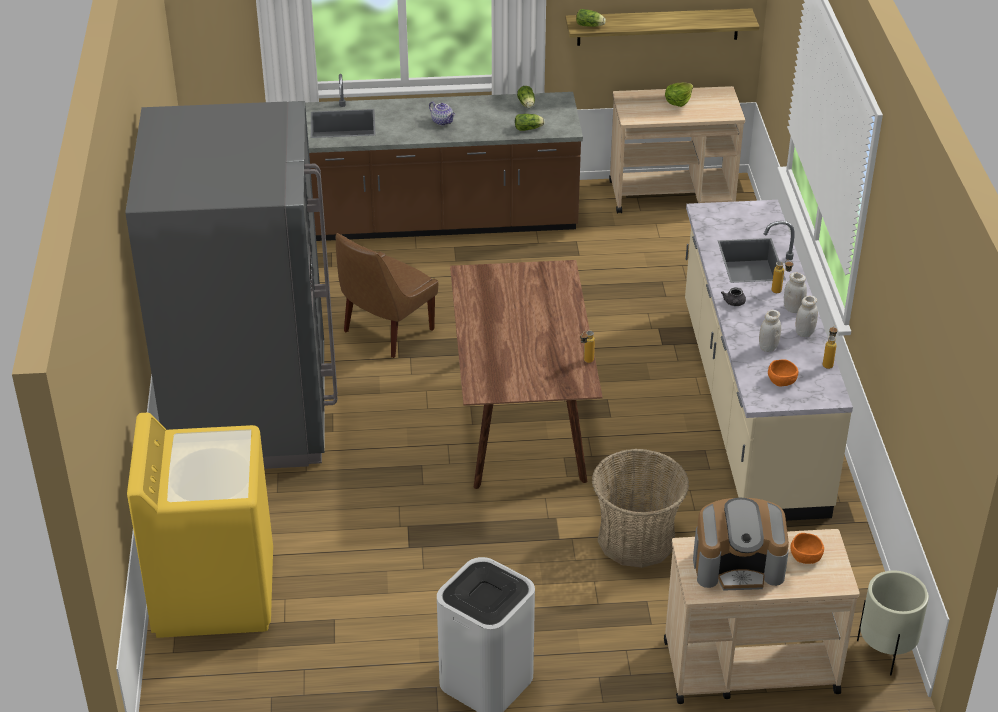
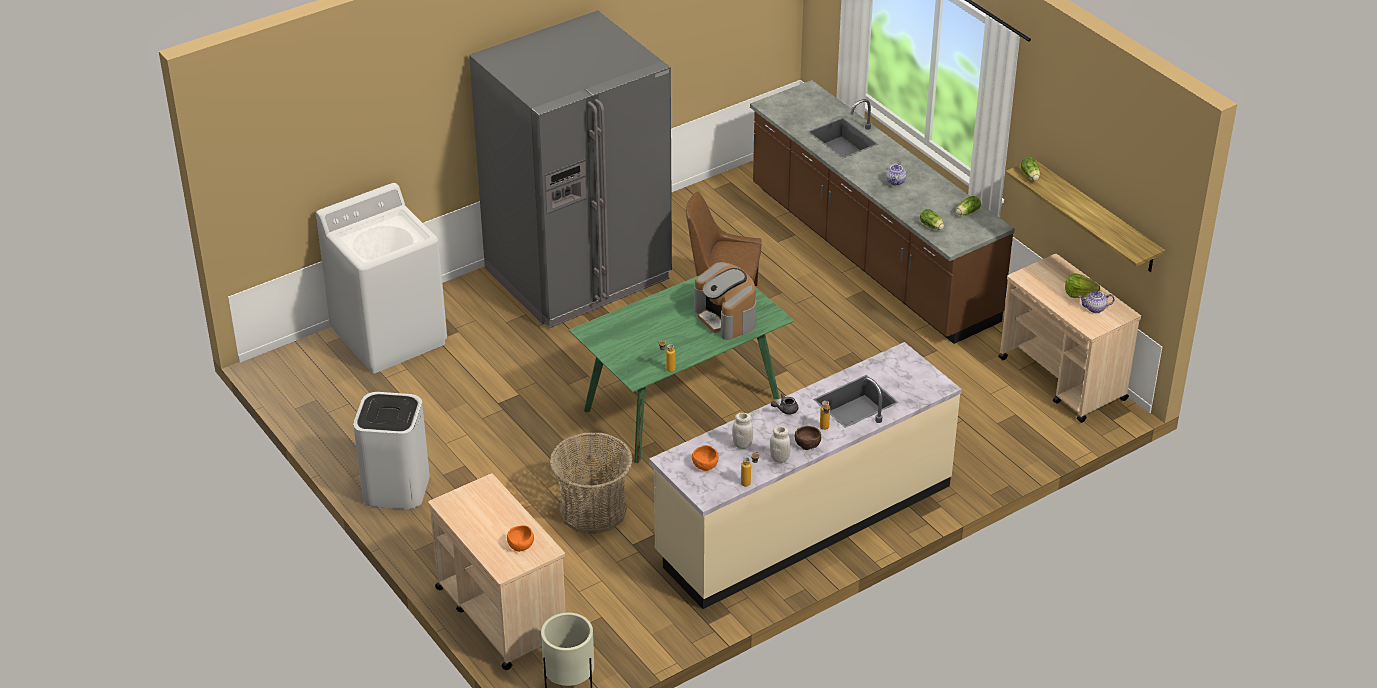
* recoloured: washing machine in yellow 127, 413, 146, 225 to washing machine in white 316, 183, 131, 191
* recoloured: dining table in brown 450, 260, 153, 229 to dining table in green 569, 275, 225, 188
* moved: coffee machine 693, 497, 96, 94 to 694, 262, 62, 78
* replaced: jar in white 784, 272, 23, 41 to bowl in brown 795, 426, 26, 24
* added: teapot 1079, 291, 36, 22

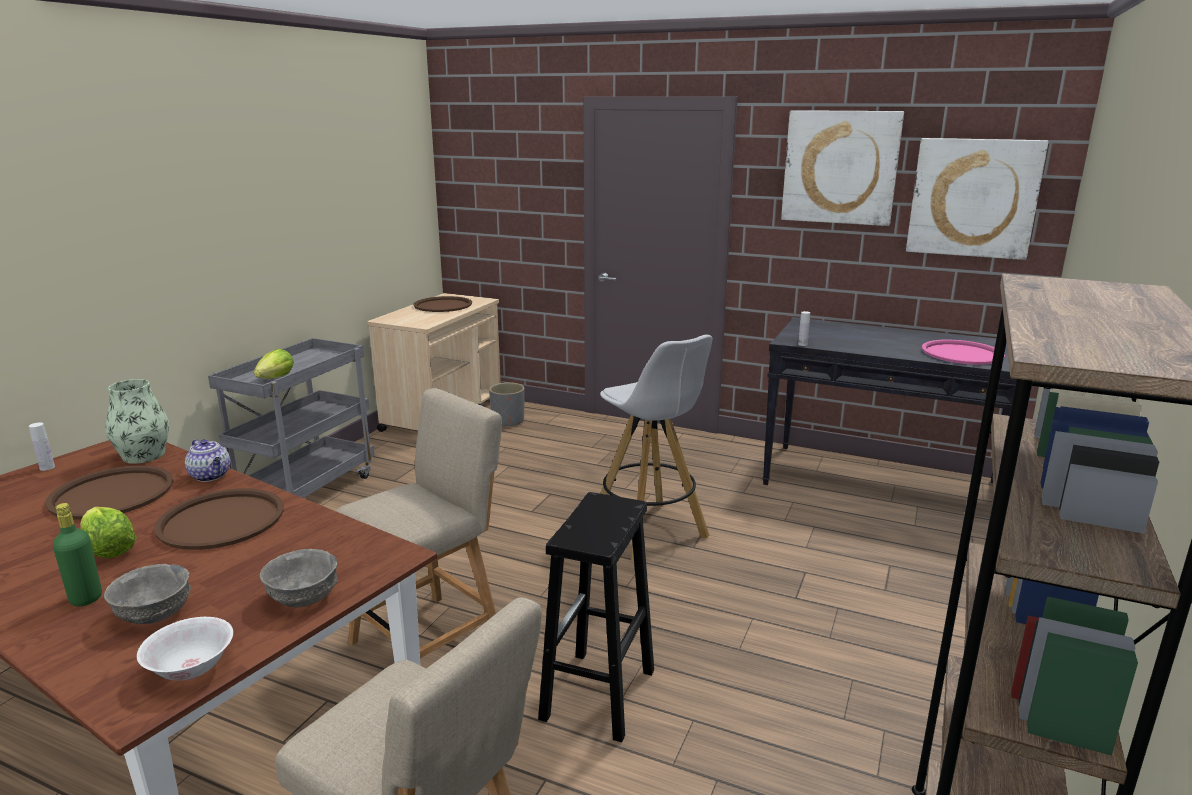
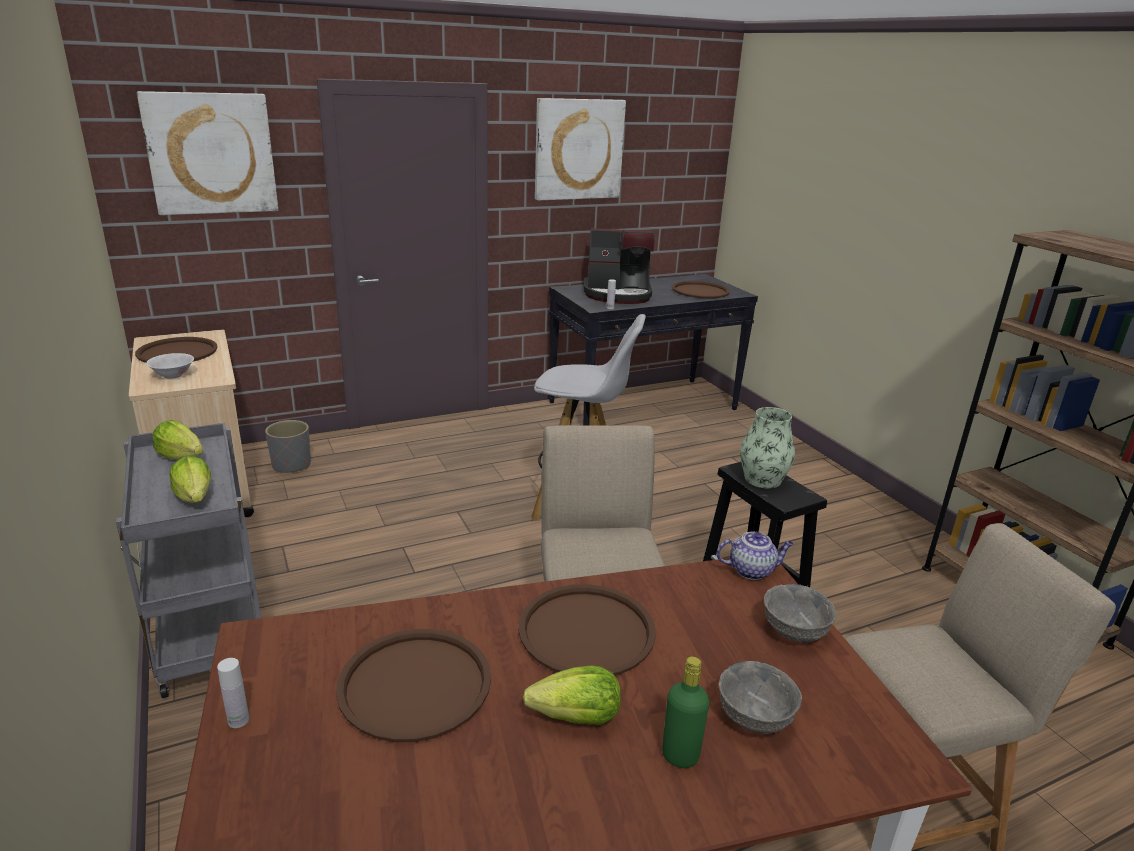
* moved: vase 106, 379, 63, 85 to 740, 407, 55, 81
* moved: bowl in white 137, 617, 96, 63 to 146, 353, 48, 26
* moved: teapot 185, 439, 45, 43 to 717, 531, 77, 49
* moved: picture 906, 138, 143, 122 to 137, 91, 141, 124
* recoloured: tray in pink 922, 340, 83, 25 to tray in brown 672, 281, 58, 18
* added: lettuce 152, 420, 51, 40
* added: coffee machine 583, 228, 72, 76

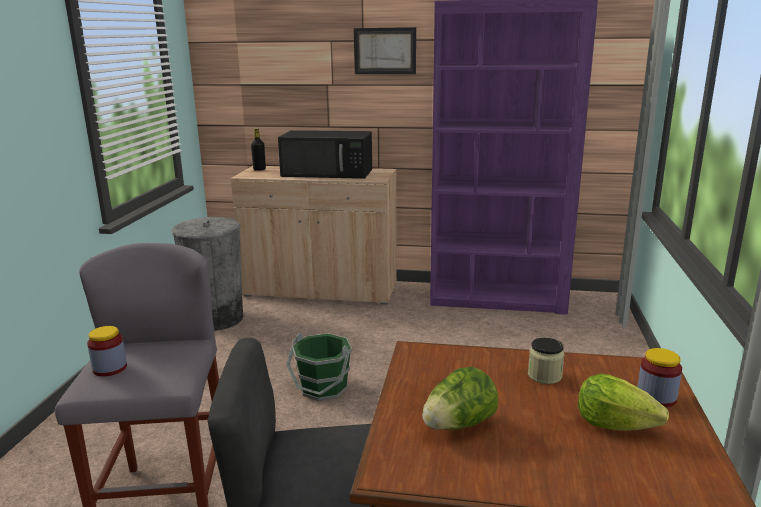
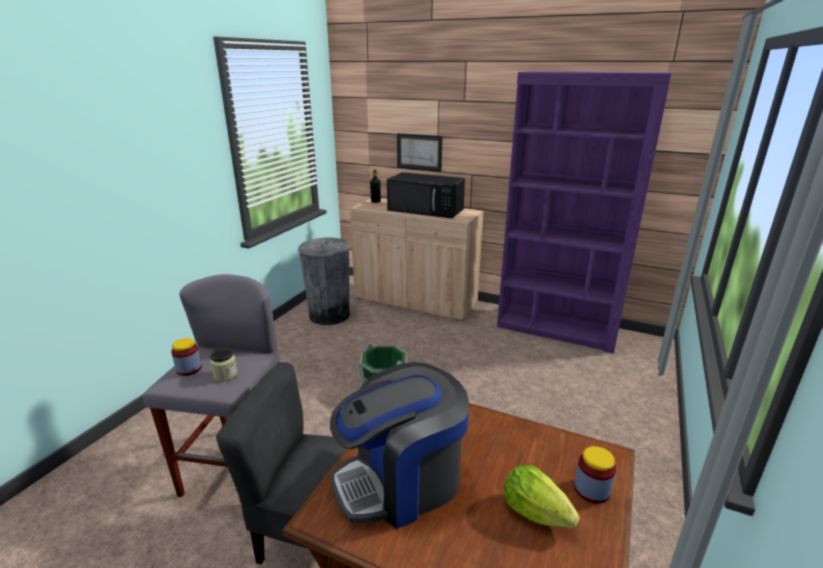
* moved: picture 354, 27, 62, 47 to 397, 133, 45, 39
* replaced: lettuce 422, 367, 76, 63 to coffee machine 330, 362, 139, 167
* moved: jar 528, 338, 36, 46 to 210, 349, 28, 32

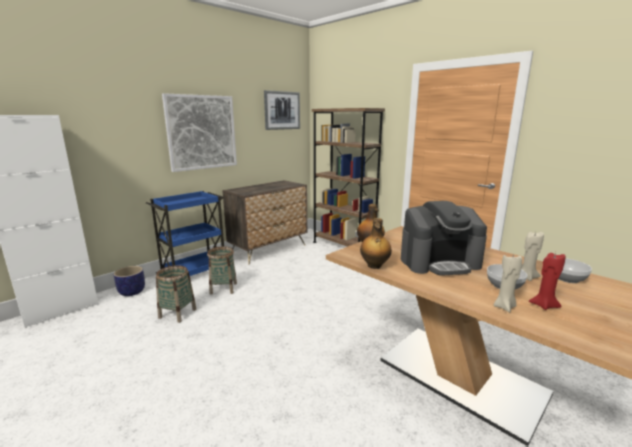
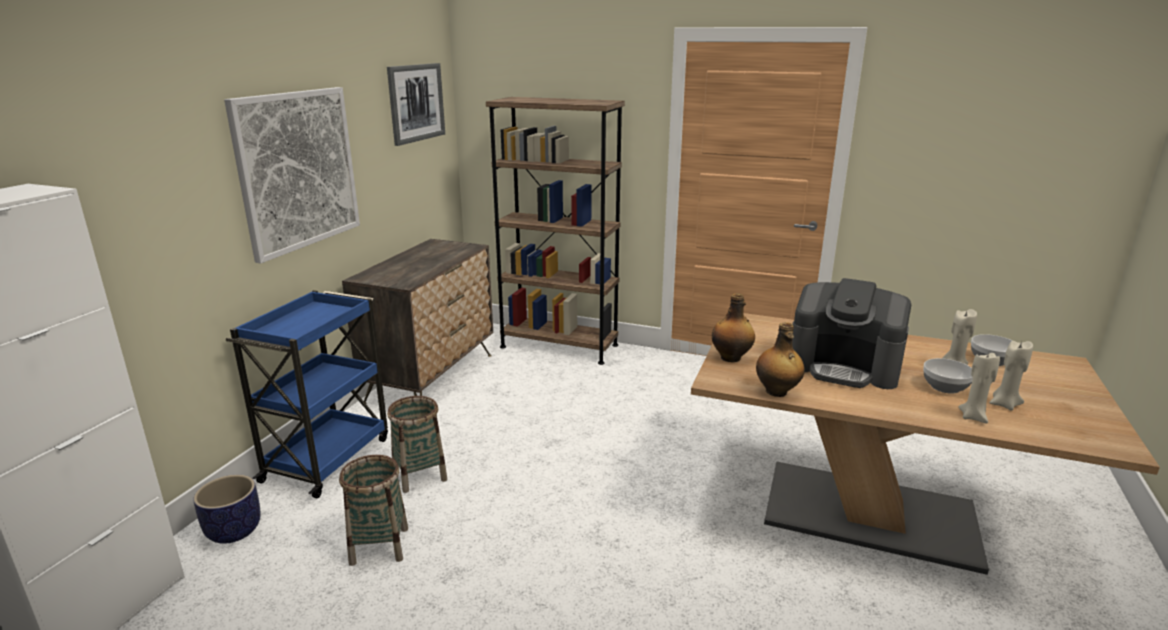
* turned: coffee machine 401, 201, 86, 75 = 792, 278, 119, 111 60 degrees clockwise
* recoloured: candle in red 529, 252, 36, 58 to candle in beige 990, 341, 43, 69

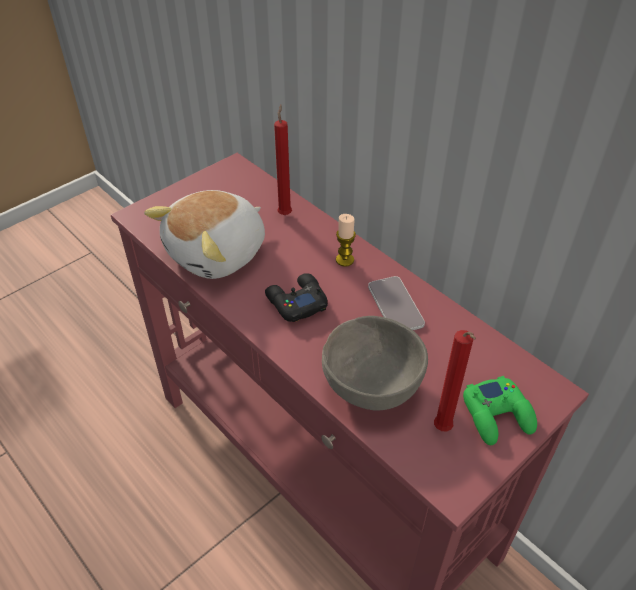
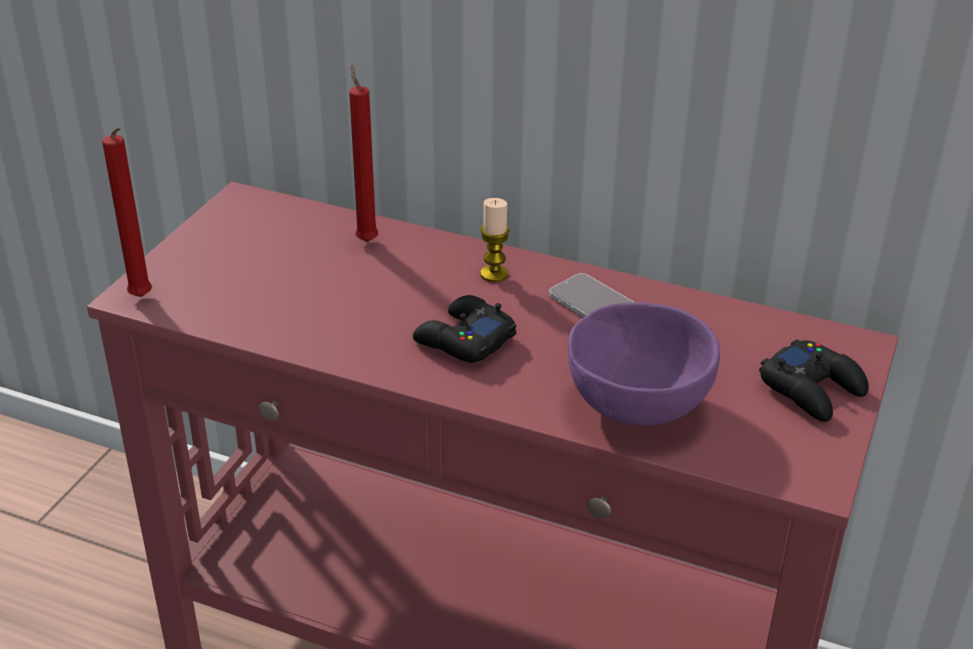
* removed: plush toy 144, 190, 121, 89
* recoloured: bowl in grey 322, 316, 106, 94 to bowl in purple 568, 302, 152, 124
* moved: candle in red 434, 330, 42, 102 to 102, 127, 50, 170
* recoloured: game controller in green 463, 376, 74, 69 to game controller in black 759, 339, 110, 83

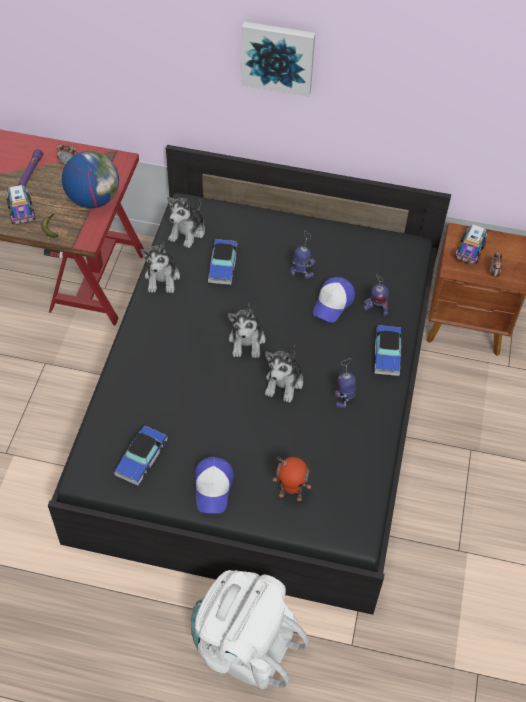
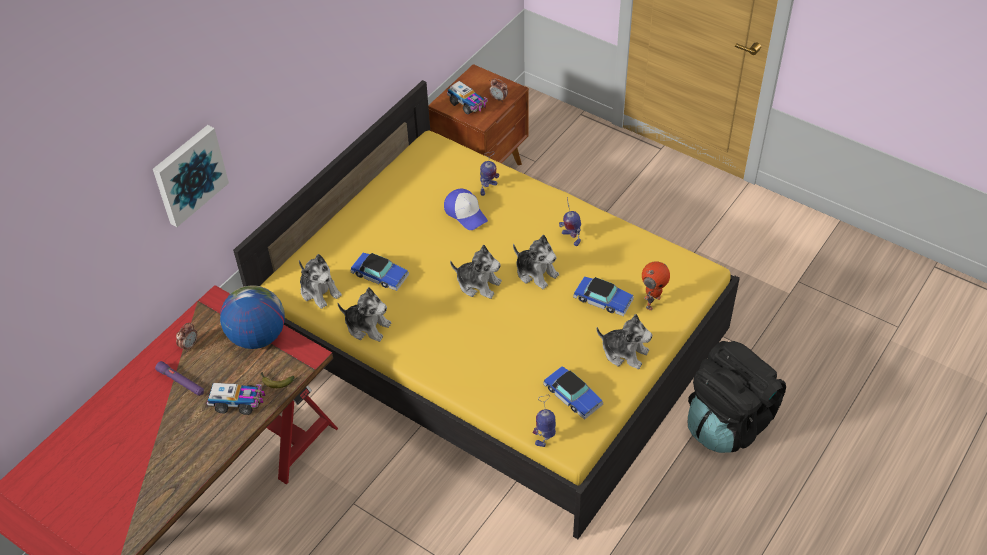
* recoloured: bed in black 48, 145, 403, 470 to bed in yellow 233, 80, 507, 459
* recoloured: backpack in white 191, 570, 118, 119 to backpack in black 688, 341, 98, 112
* replaced: cap 195, 457, 39, 56 to plush toy 596, 314, 56, 55
* moved: picture 242, 22, 73, 75 to 153, 125, 76, 102
* moved: toy robot 290, 231, 26, 47 to 533, 395, 23, 52
* moved: toy car 374, 325, 27, 51 to 573, 277, 61, 39

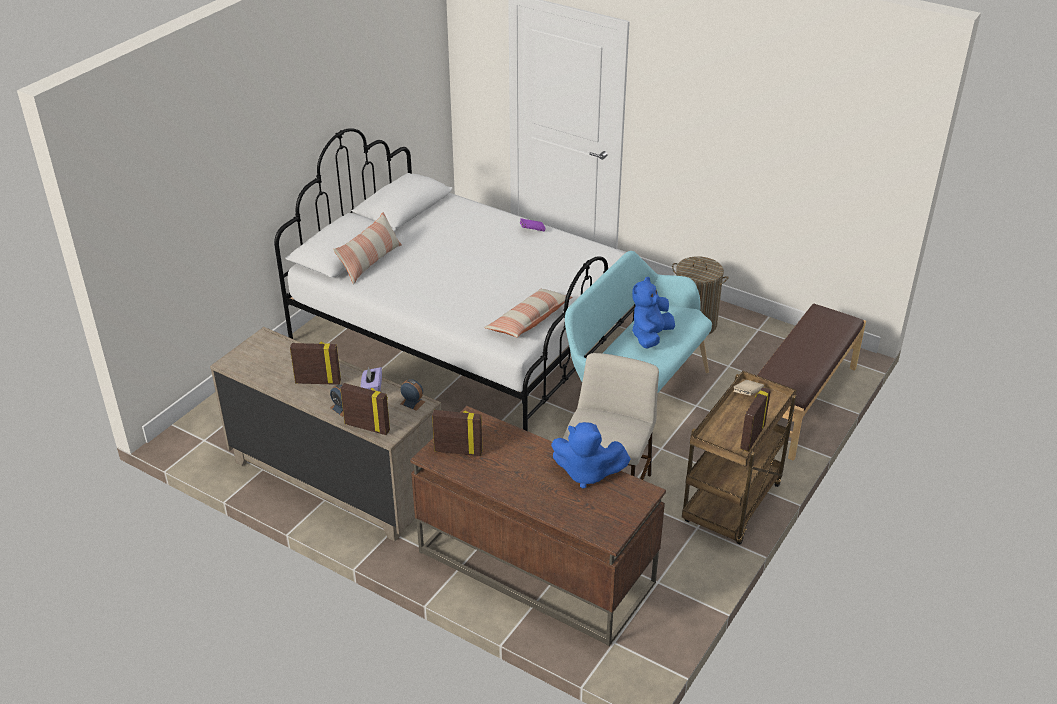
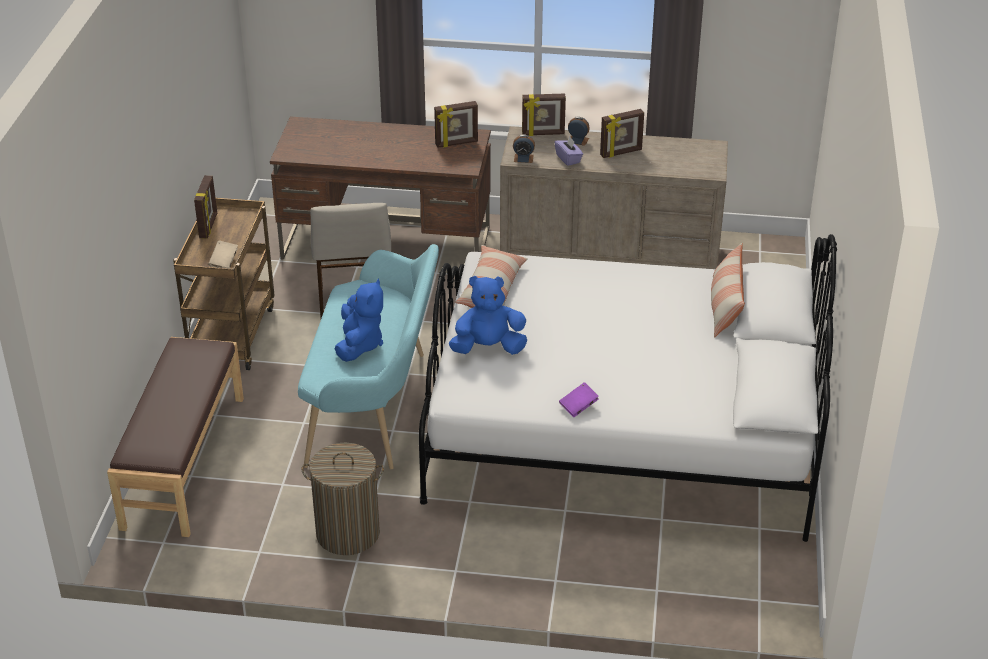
* moved: plush toy in blue 551, 422, 80, 67 to 449, 276, 78, 79

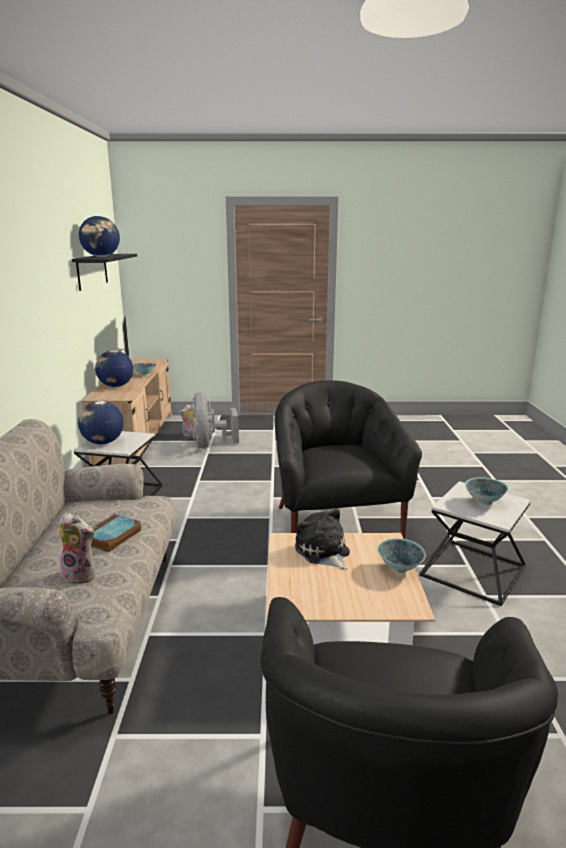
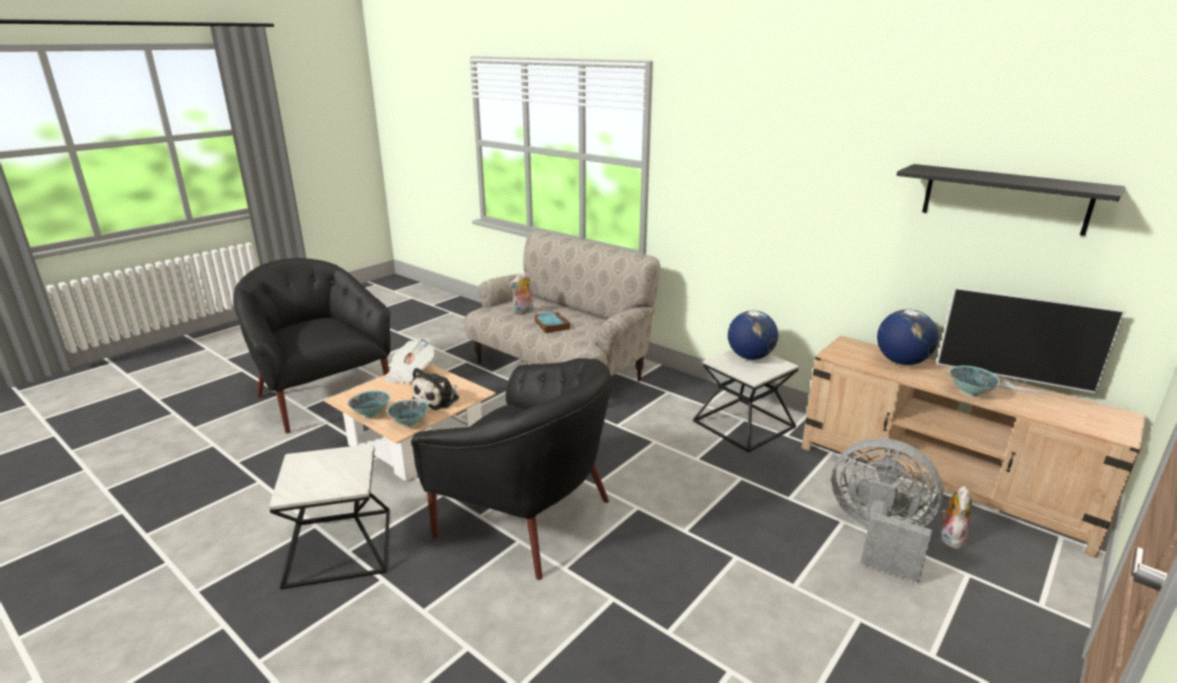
* removed: globe 79, 216, 41, 41
* turned: plush toy 295, 509, 55, 61 = 412, 368, 47, 42 105 degrees clockwise
* moved: bowl 465, 477, 43, 29 to 387, 399, 42, 28
* added: newspaper 384, 338, 51, 45

